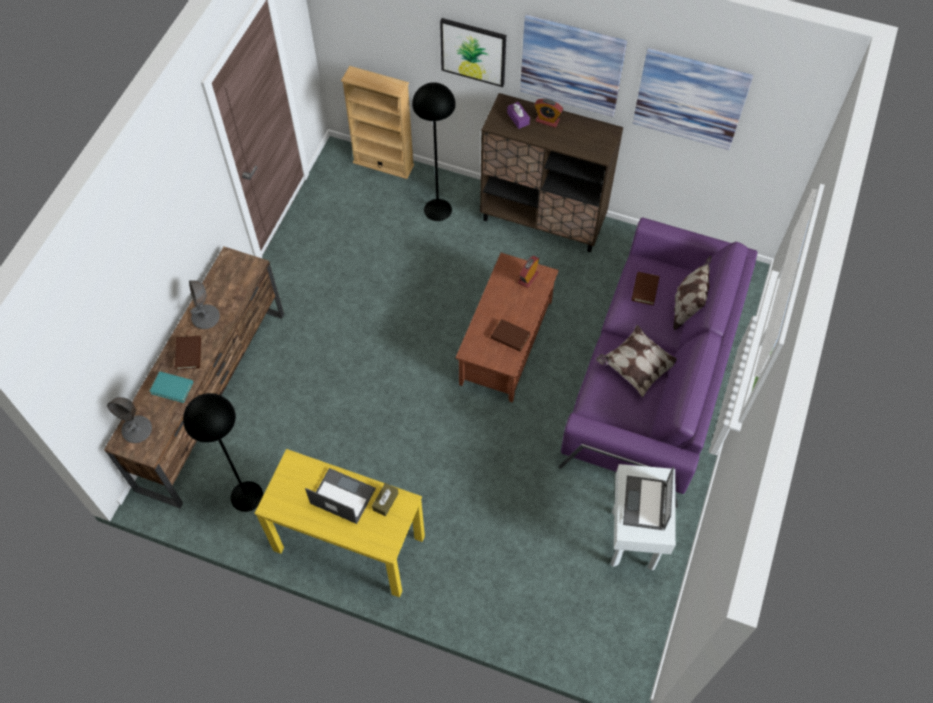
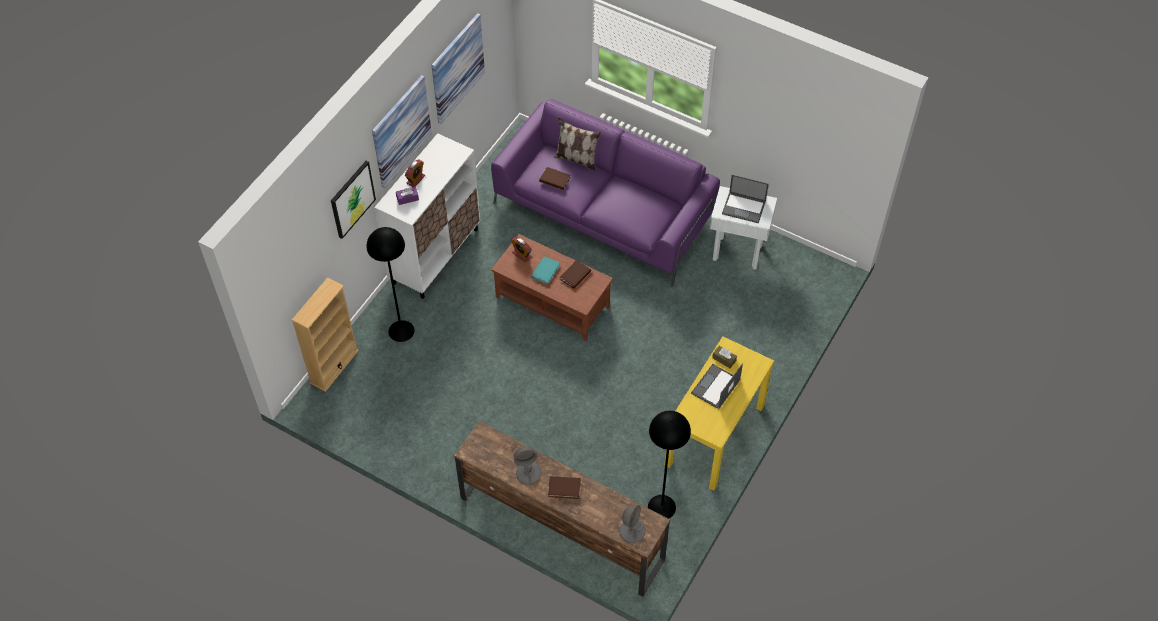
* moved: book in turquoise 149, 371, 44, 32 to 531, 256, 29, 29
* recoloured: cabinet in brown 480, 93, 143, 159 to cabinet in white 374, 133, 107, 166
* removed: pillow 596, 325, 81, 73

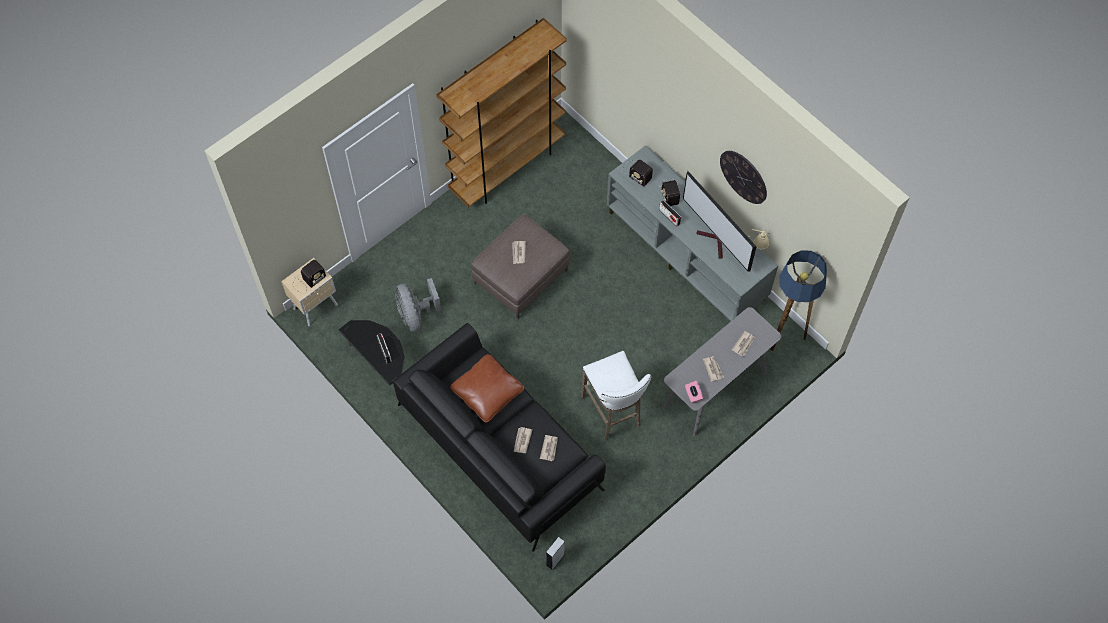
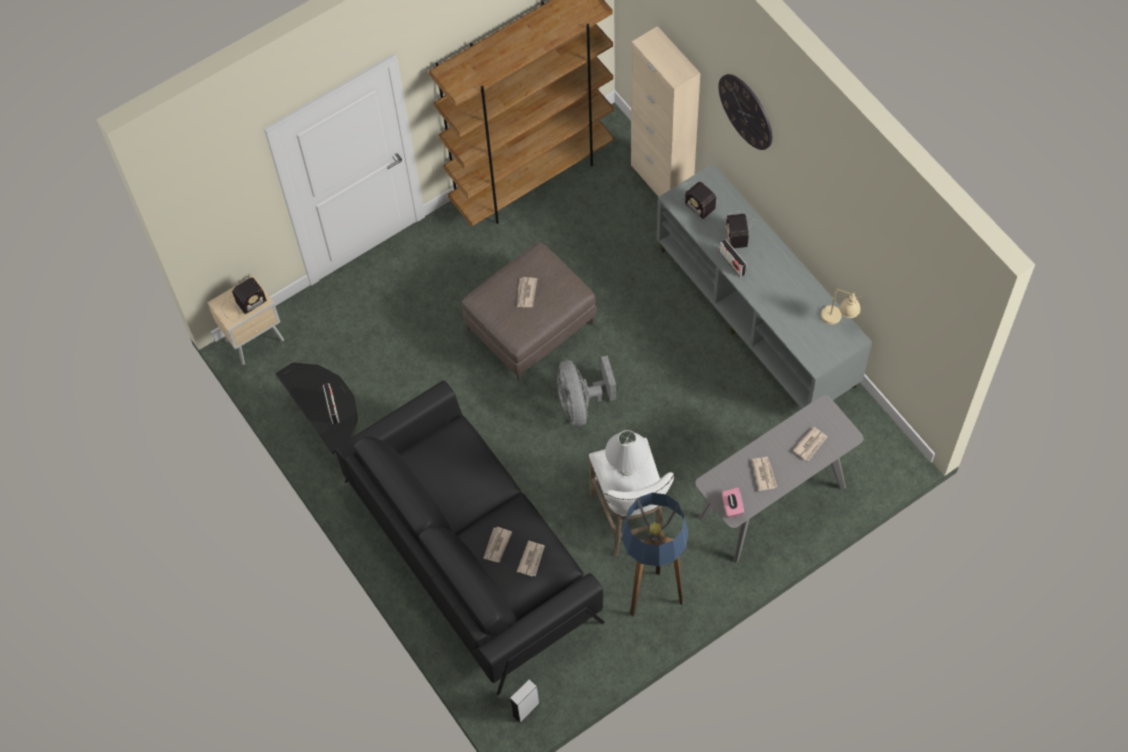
* moved: fan in grey 396, 278, 45, 54 to 557, 355, 59, 71
* removed: pillow in brown 450, 354, 74, 69
* removed: television 683, 171, 73, 100
* moved: wall clock 720, 151, 47, 53 to 718, 74, 54, 76
* moved: floor lamp 770, 250, 57, 101 to 622, 493, 66, 123
* added: table lamp in white 605, 430, 45, 46
* added: cabinet in beige 631, 26, 69, 171

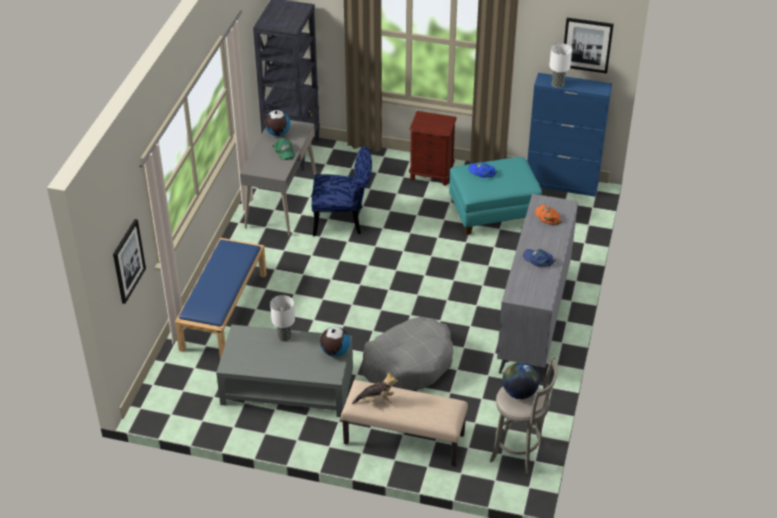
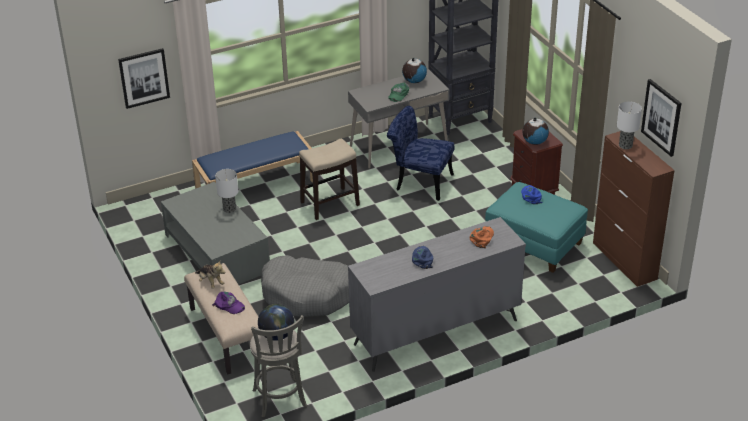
* turned: chair in blue 312, 147, 60, 89 = 387, 106, 67, 95 150 degrees clockwise
* moved: globe 320, 327, 30, 30 to 522, 118, 27, 27
* recoloured: cabinet in blue 527, 73, 85, 124 to cabinet in brown 593, 131, 82, 156
* added: cap in purple 212, 292, 33, 22
* added: stool 299, 139, 61, 81

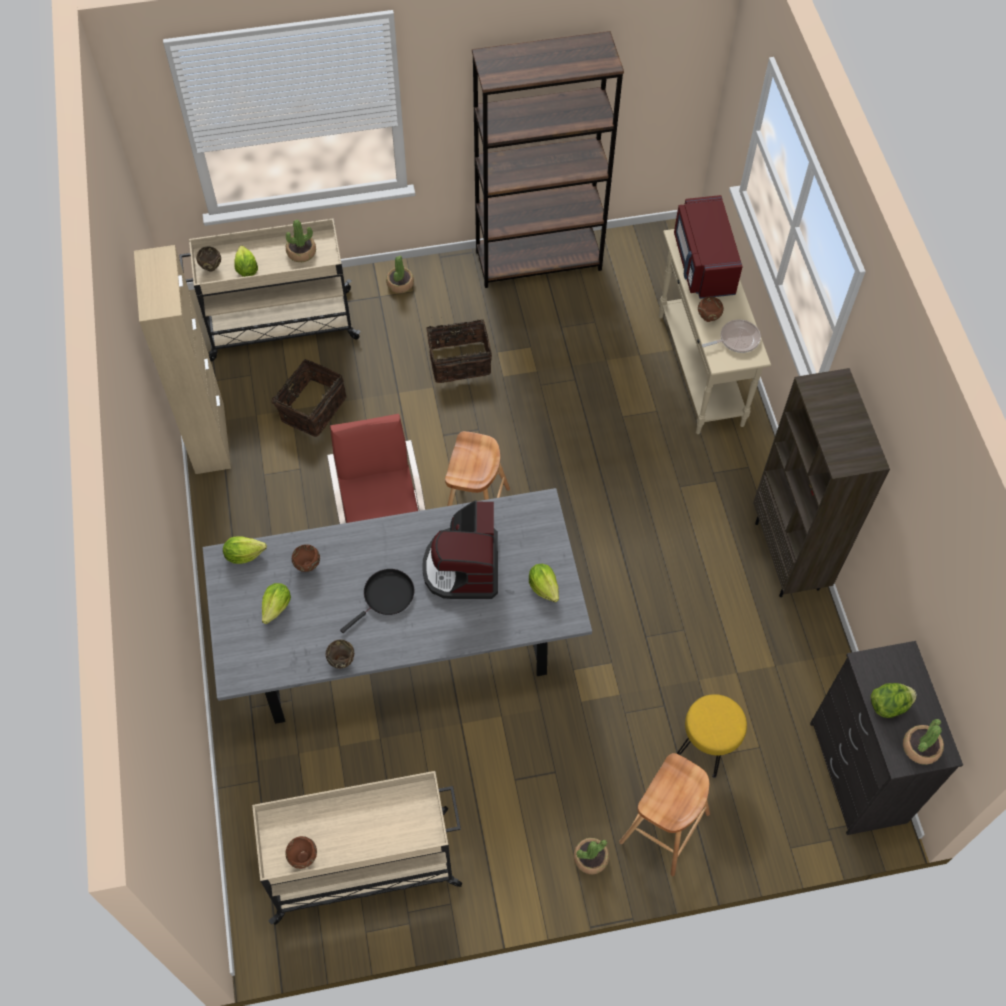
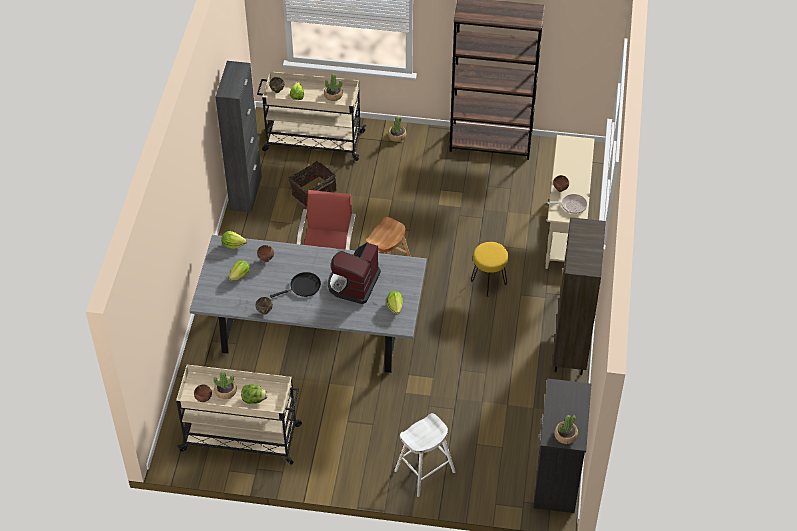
* recoloured: cabinet in beige 134, 245, 97, 229 to cabinet in black 216, 61, 46, 152
* removed: basket 426, 317, 66, 66
* moved: potted plant 574, 838, 35, 37 to 213, 371, 24, 28
* recoloured: stool in brown 619, 753, 91, 123 to stool in white 394, 413, 61, 84
* removed: microwave in red 674, 195, 69, 104
* moved: stool in yellow 677, 694, 70, 84 to 471, 242, 37, 55
* moved: lettuce 871, 683, 46, 35 to 241, 384, 27, 20

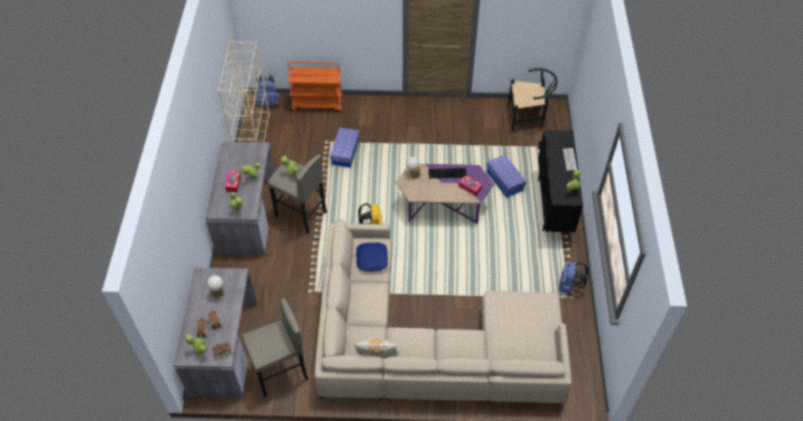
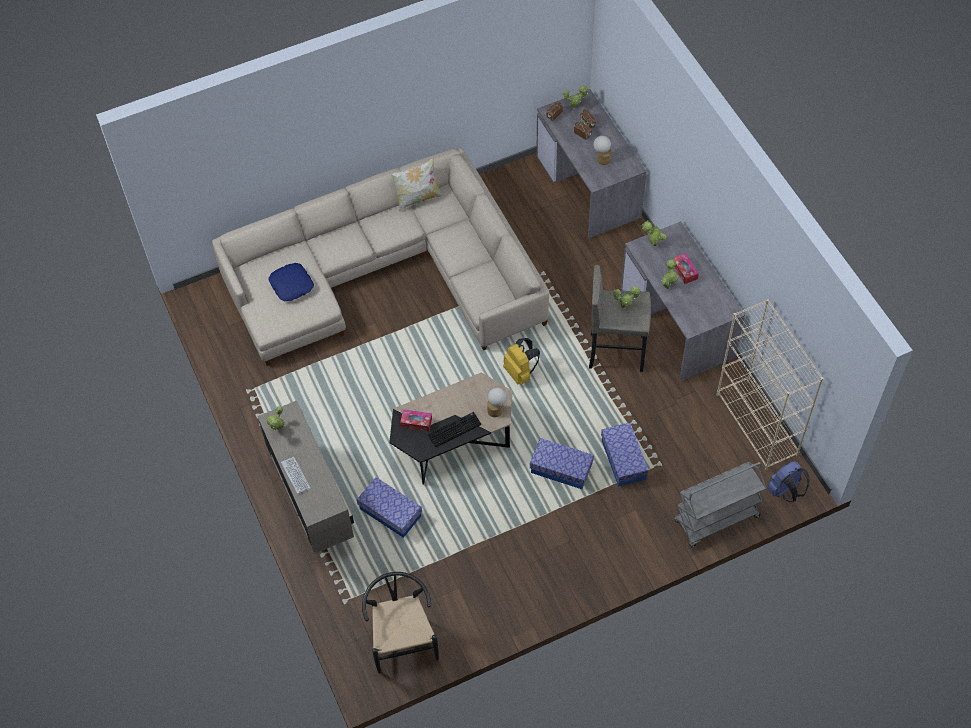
* removed: stool in grey 242, 298, 66, 99
* recoloured: cart in orange 288, 61, 55, 51 to cart in grey 674, 462, 92, 86
* moved: pillow in blue 356, 242, 32, 29 to 268, 263, 46, 38
* recoloured: coffee table in purple 396, 164, 98, 60 to coffee table in black 390, 372, 122, 113
* turned: chair in black 508, 68, 50, 64 = 362, 572, 77, 102 105 degrees clockwise
* recoloured: cabinet in black 538, 130, 45, 102 to cabinet in beige 257, 401, 97, 153
* removed: backpack in blue 559, 262, 30, 31
* added: storage box 530, 438, 64, 51

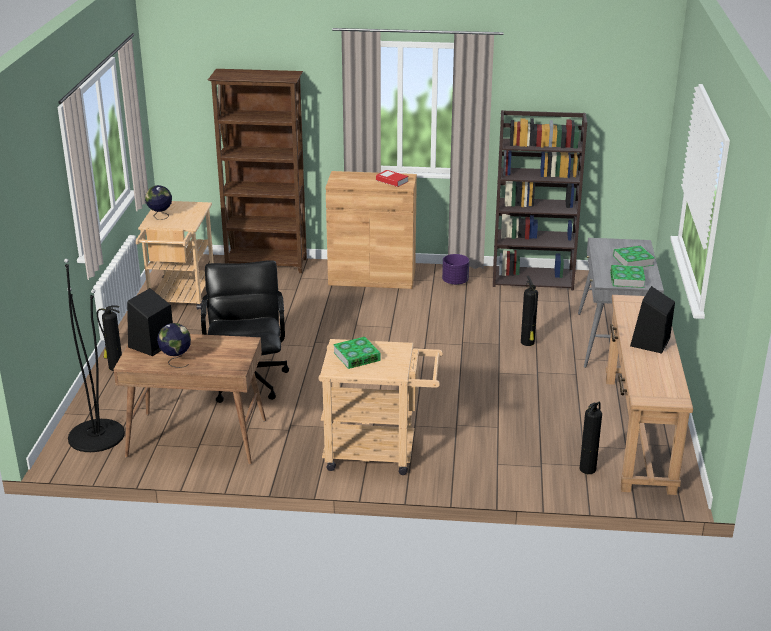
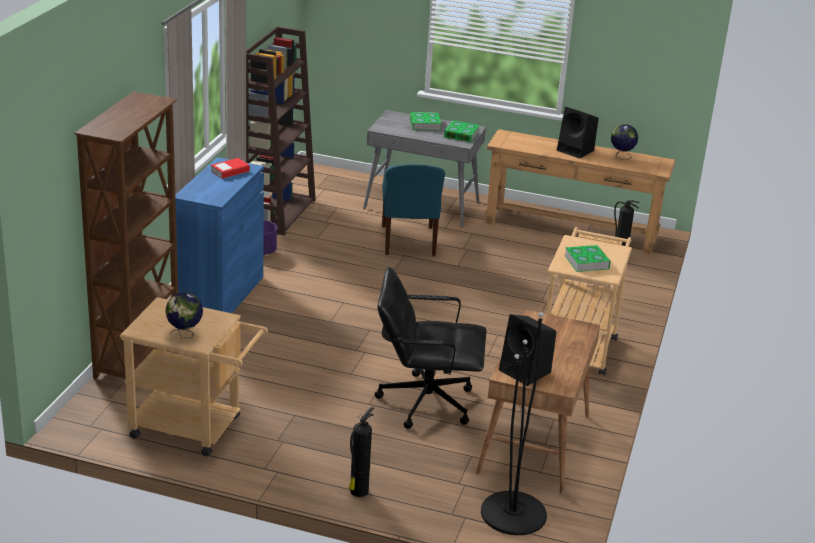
* moved: globe 157, 323, 34, 45 to 611, 124, 27, 36
* recoloured: cabinet in brown 325, 171, 92, 118 to cabinet in blue 175, 157, 89, 156
* replaced: fire extinguisher 521, 276, 17, 70 to chair in blue 382, 164, 63, 92

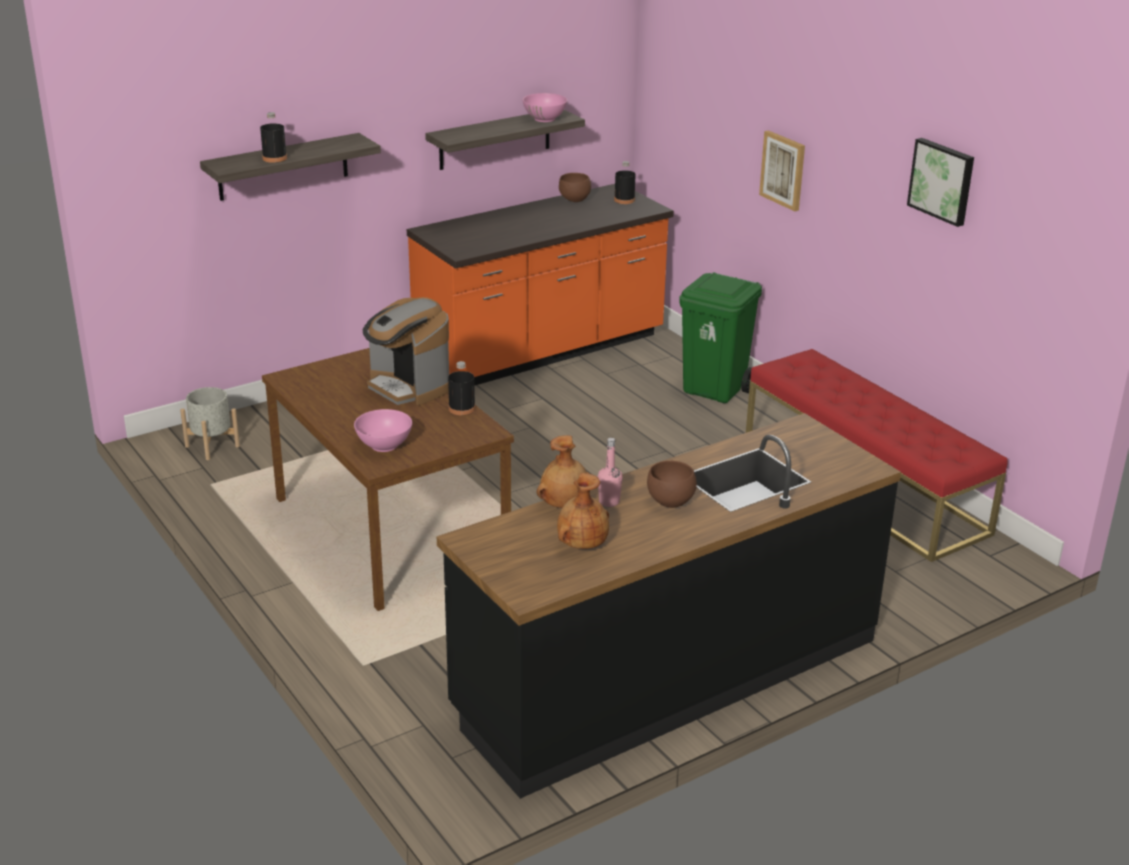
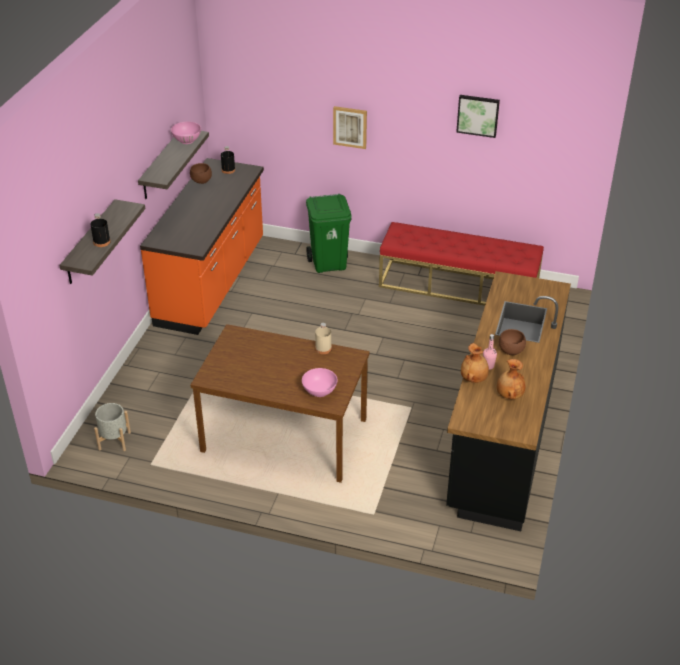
* removed: coffee machine 363, 297, 86, 109
* recoloured: bottle in black 448, 361, 27, 54 to bottle in beige 315, 323, 17, 31

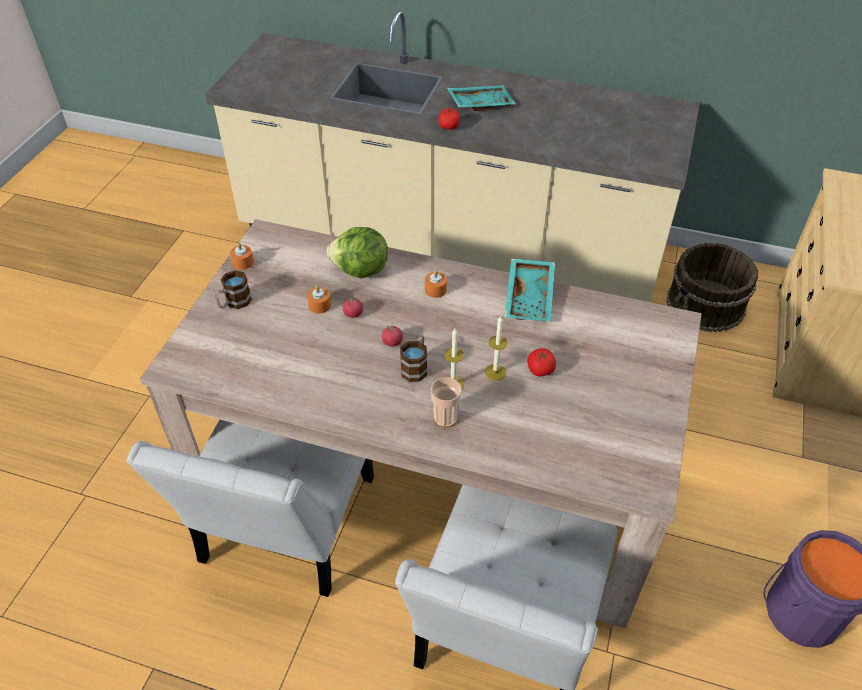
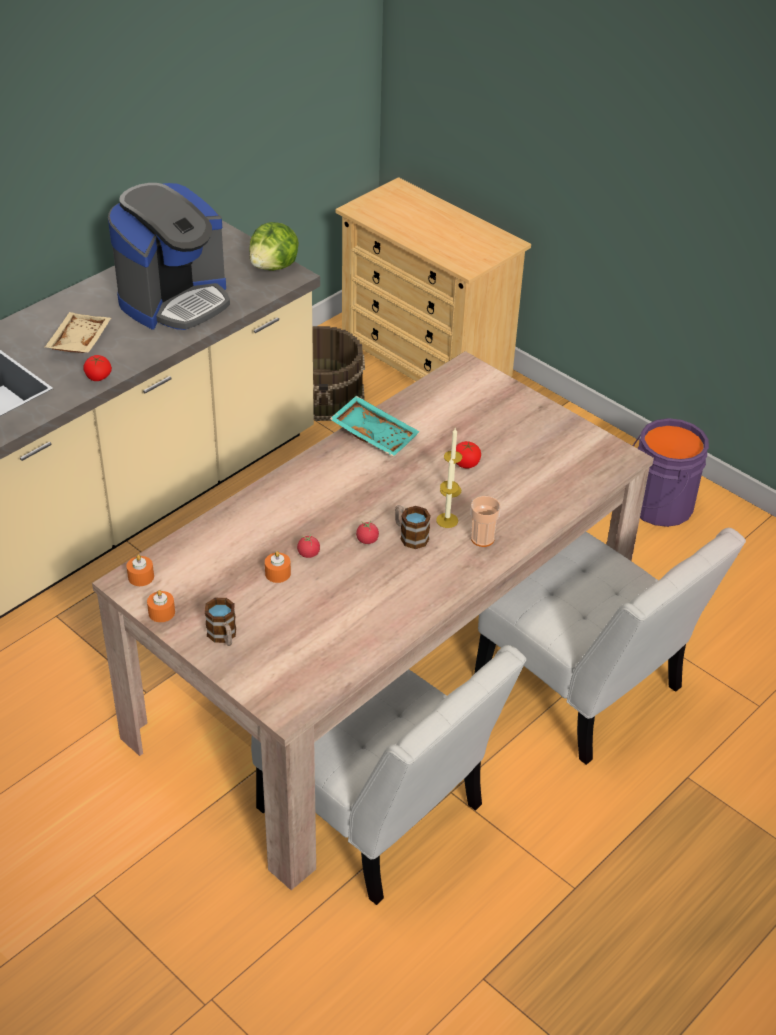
* moved: lettuce 327, 227, 61, 51 to 249, 222, 50, 49
* moved: candle in orange 425, 270, 22, 28 to 127, 554, 27, 32
* recoloured: tray in turquoise 447, 85, 69, 26 to tray in beige 45, 312, 66, 41
* added: coffee machine 108, 183, 122, 147

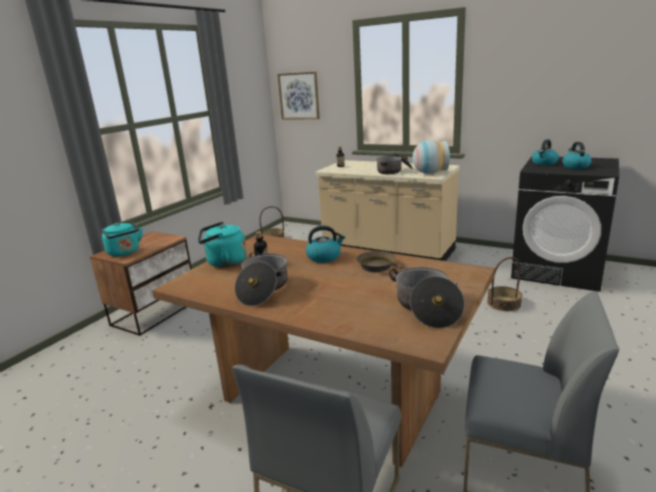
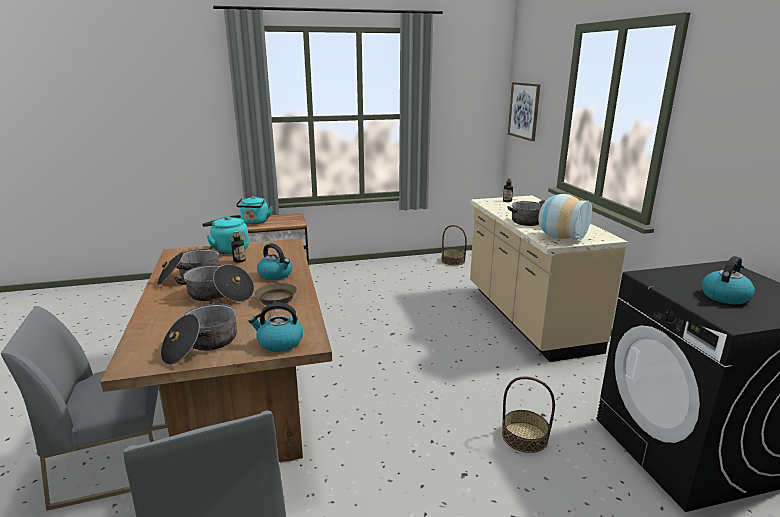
* moved: kettle 532, 139, 27, 26 to 249, 303, 54, 49
* added: cooking pot 174, 264, 80, 38

